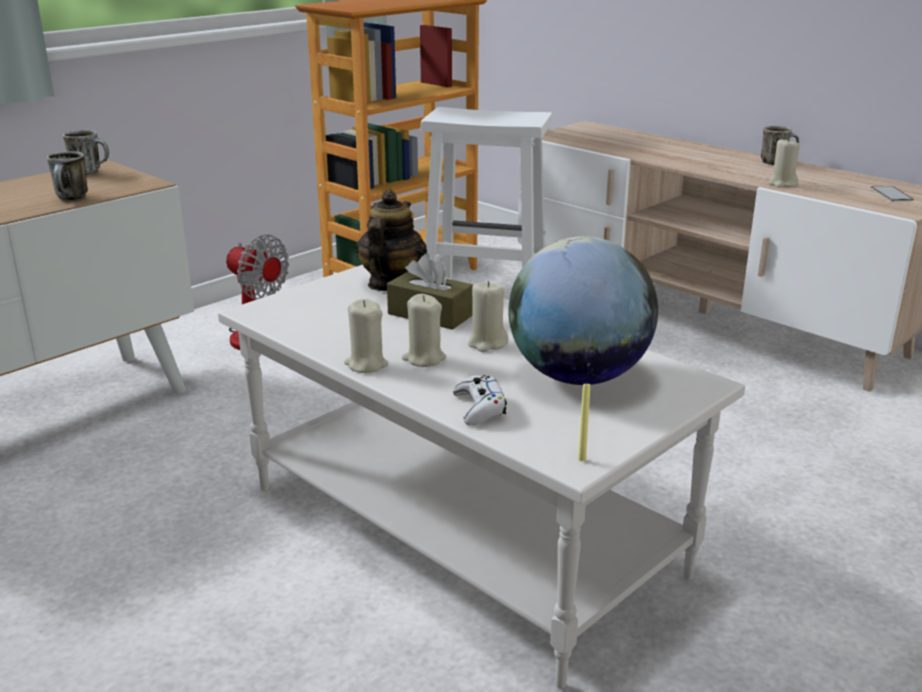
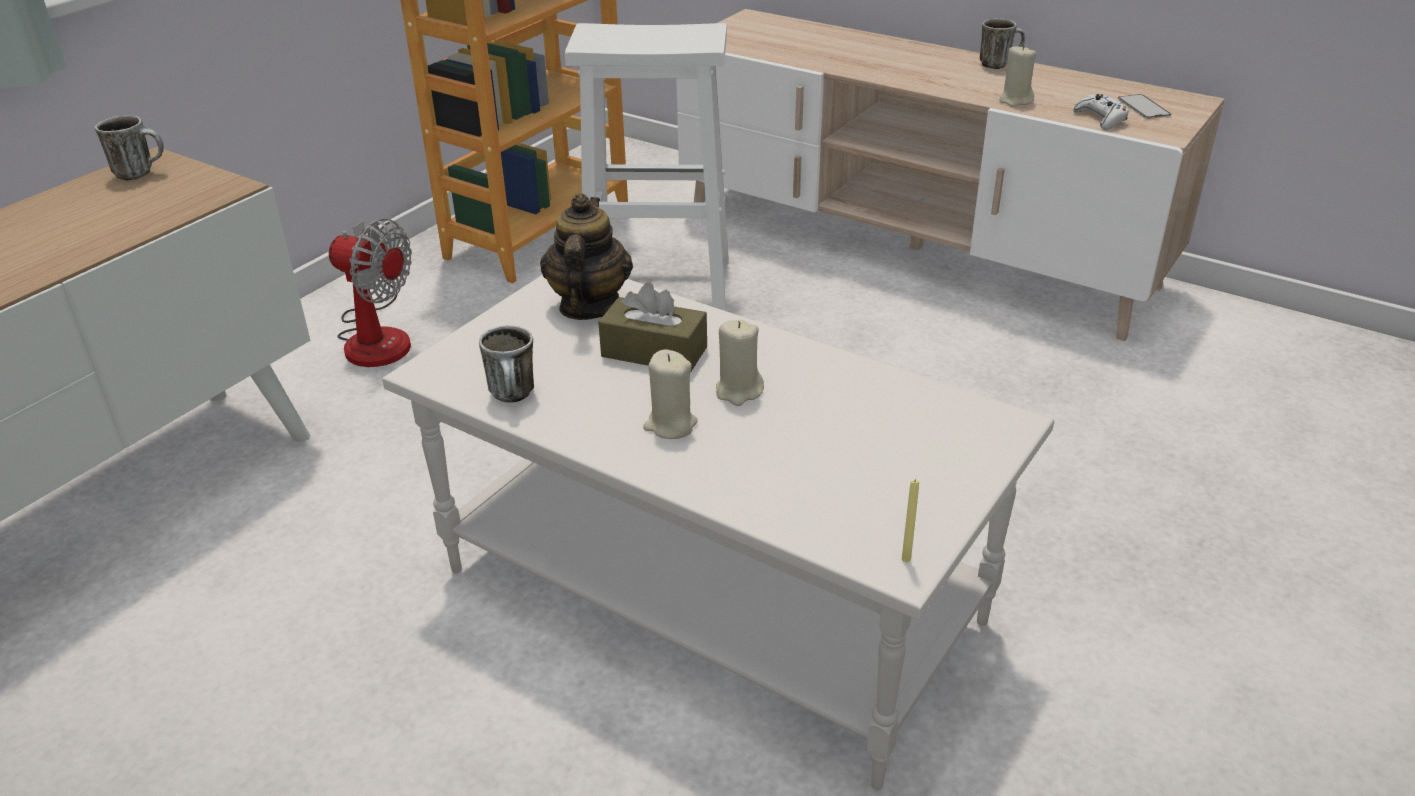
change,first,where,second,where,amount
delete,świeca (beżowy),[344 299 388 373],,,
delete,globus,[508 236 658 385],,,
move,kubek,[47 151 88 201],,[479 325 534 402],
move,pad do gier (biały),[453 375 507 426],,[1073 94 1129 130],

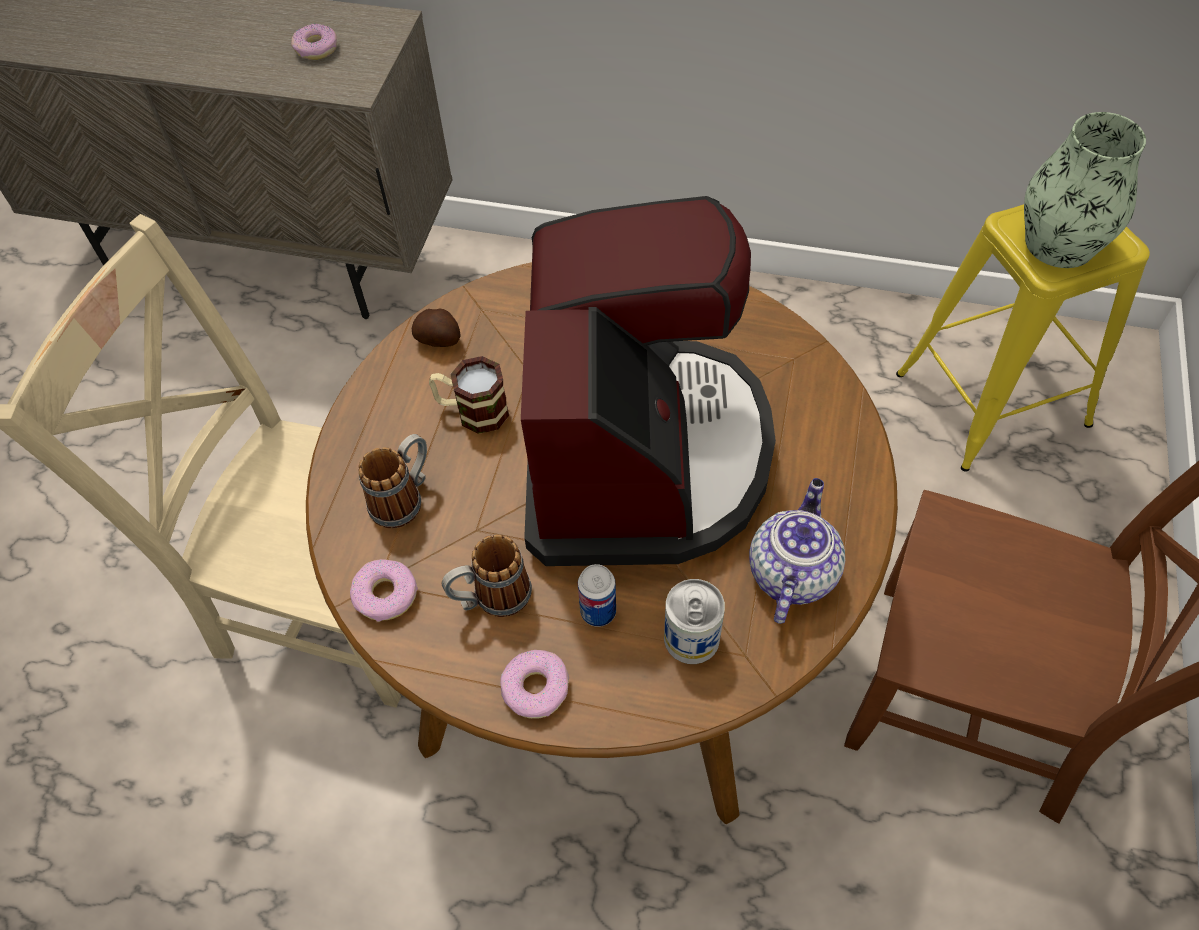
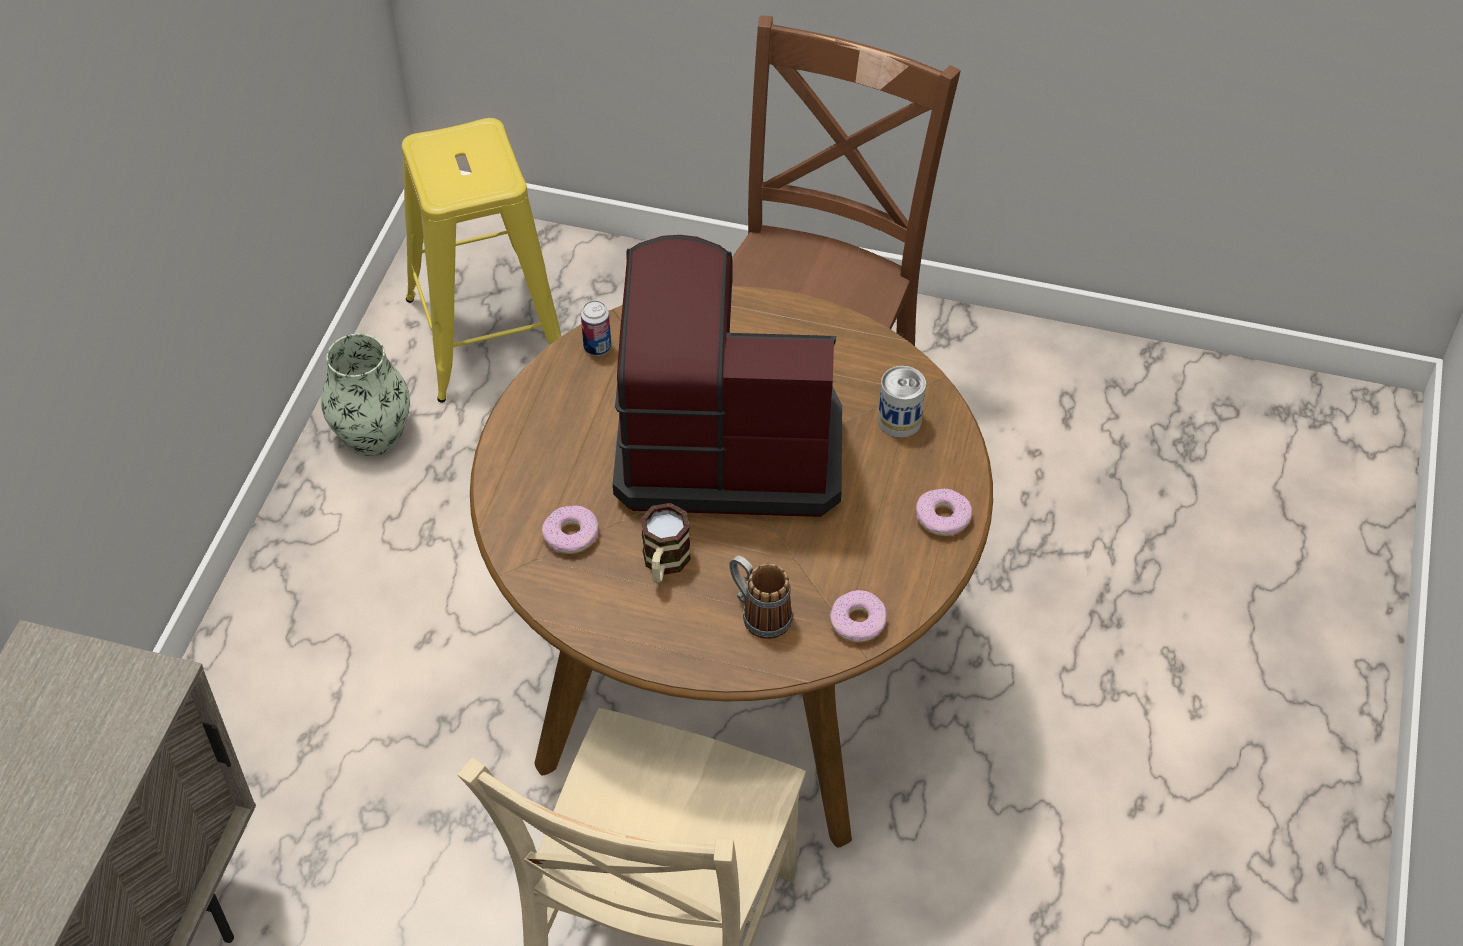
change,first,where,second,where,amount
delete,ziemniak,[412 309 461 347],,,
delete,kubek,[442 534 532 617],,,
delete,imbryk,[749 478 845 624],,,
move,donut,[291 24 337 60],,[542 506 598 554],
move,puszka,[578 564 616 627],,[581 300 611 356],
move,wazon,[1024 112 1146 268],,[321 334 410 456],

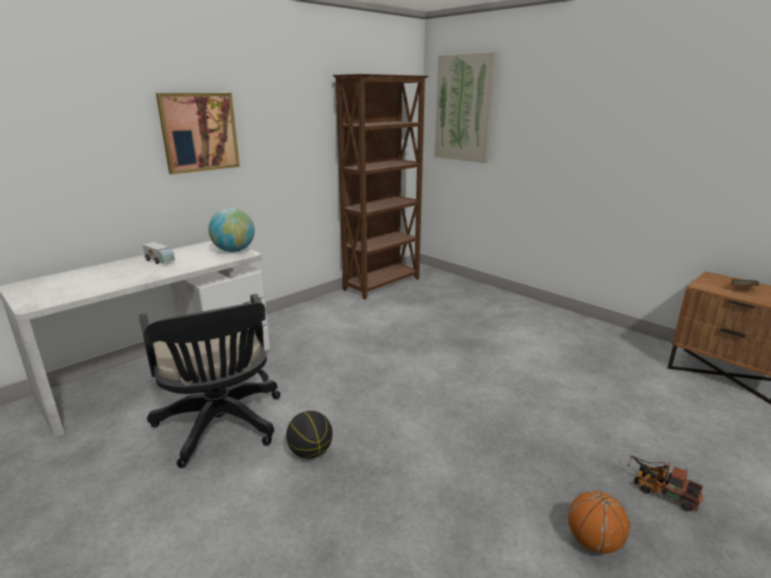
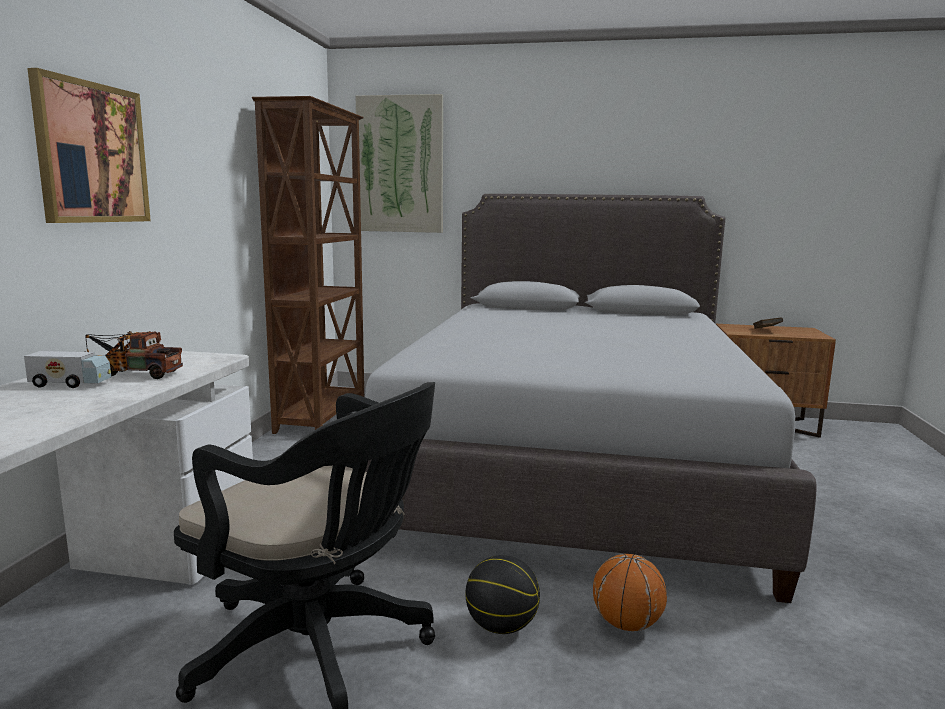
change,first,where,second,where,amount
delete,globus,[208 208 255 252],,,
insert,,,łóżko (szary),[365 194 817 603],
move,piłka do koszykówki,[568 491 630 554],,[593 554 667 631],
move,ciężarówka zabawkowa,[627 456 703 511],,[85 331 183 379],

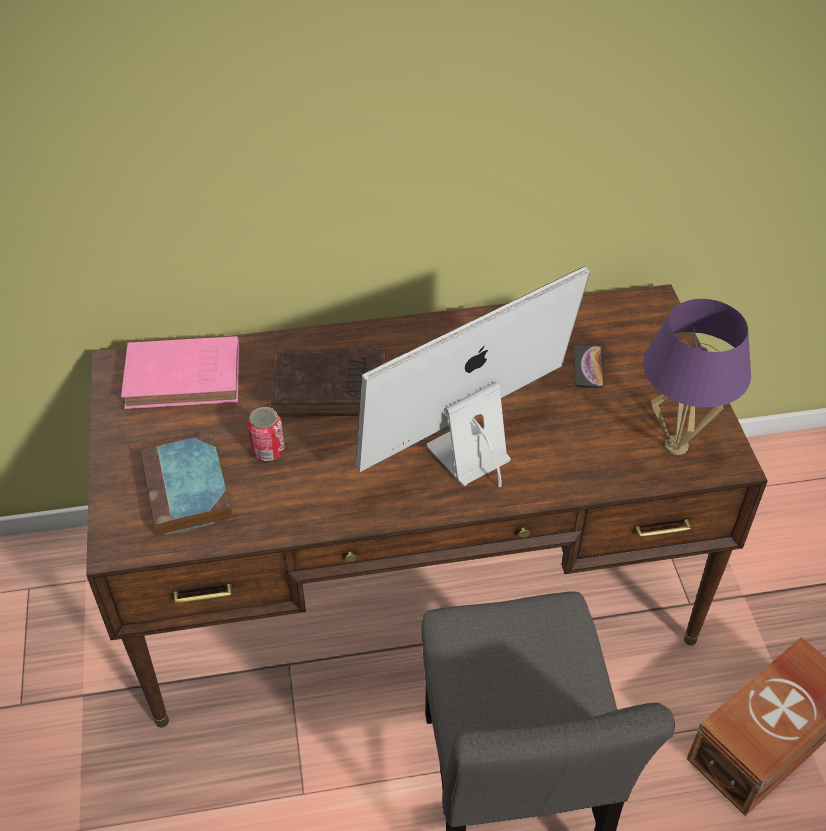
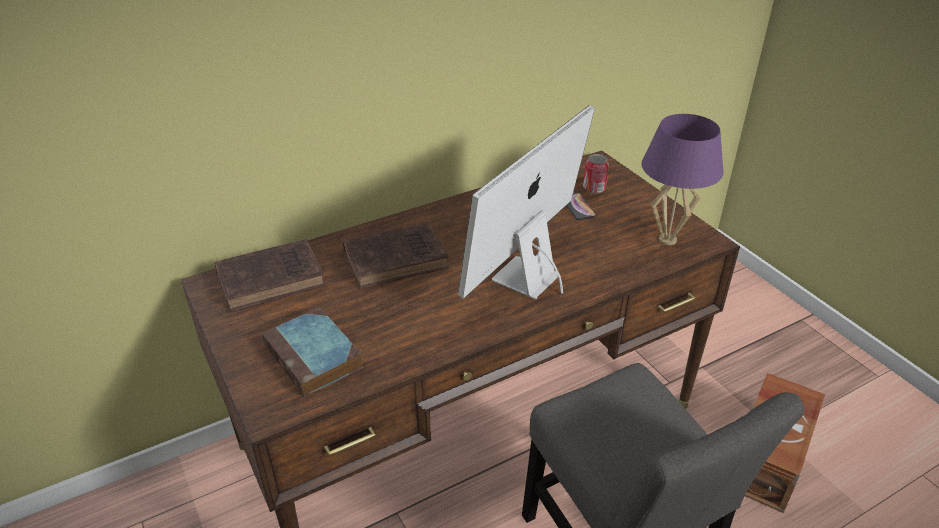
change,first,where,second,where,amount
move,puszka,[247 407 285 461],,[583 154 609 194],
recolor,książka (różowy),[121 336 239 409],książka (brązowy),[214 239 325 312],

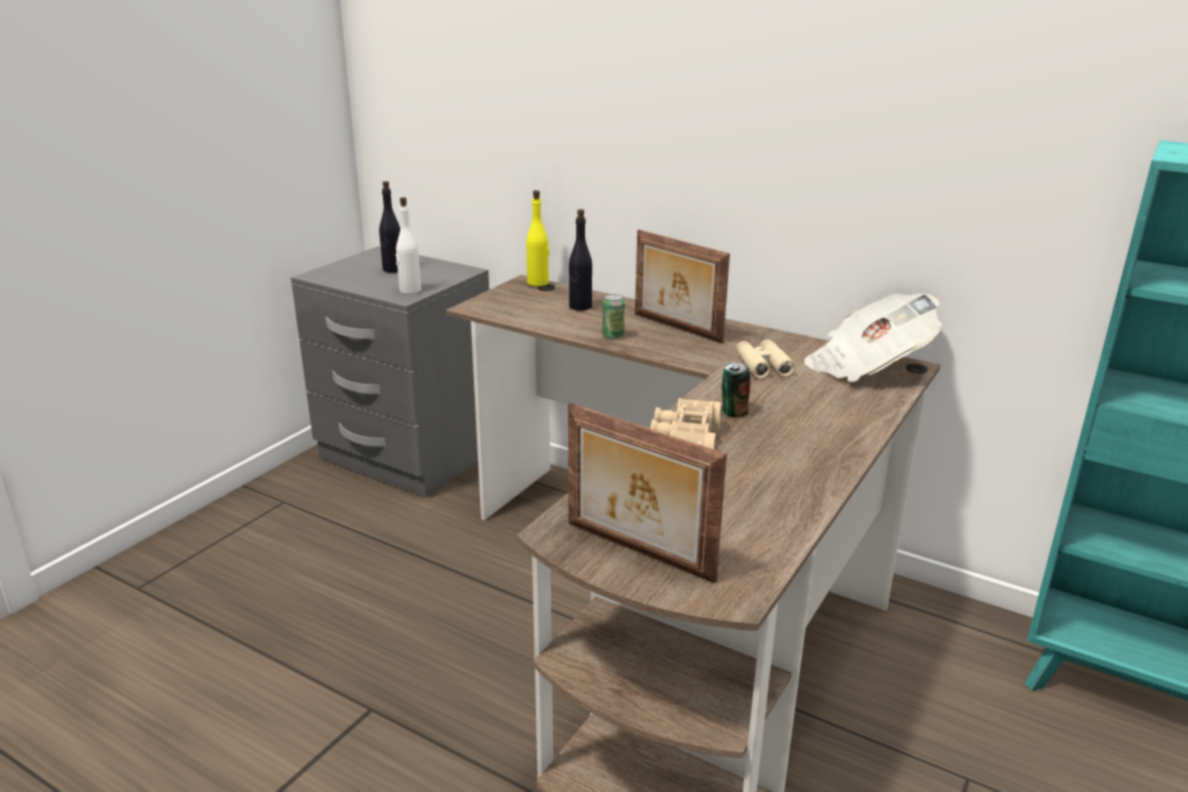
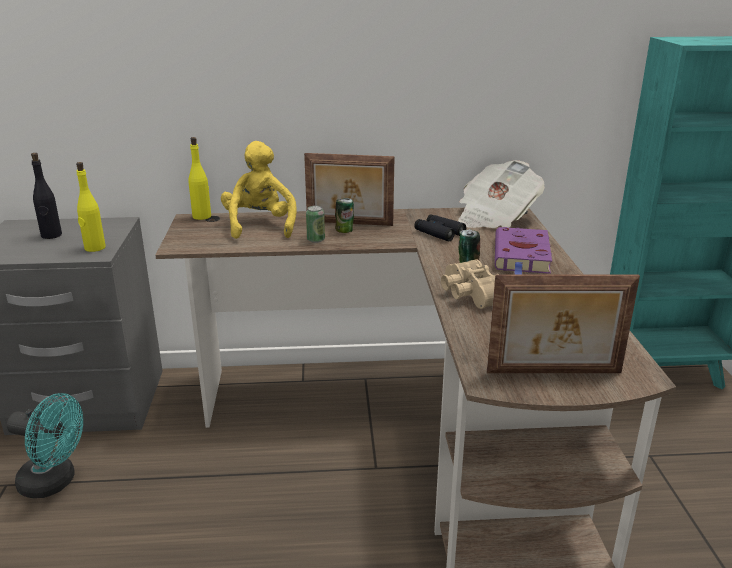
change,first,where,second,where,amount
insert,,,wentylator (turkusowy),[7 393 83 498],
insert,,,puszka,[335 198 354 233],
insert,,,książka (fioletowy),[495 227 552 274],
replace,butelka (czarny),[569 209 592 311],pluszak (żółty),[221 141 297 239],
recolor,butelka (biały),[396 197 421 294],butelka (żółty),[76 162 106 252],
recolor,lornetka (beżowy),[736 340 795 378],lornetka (czarny),[414 214 466 241],

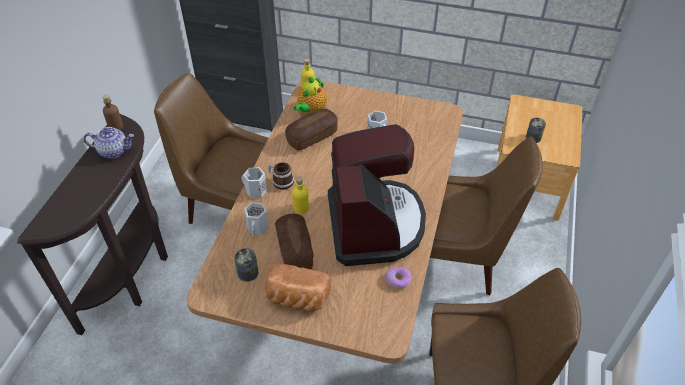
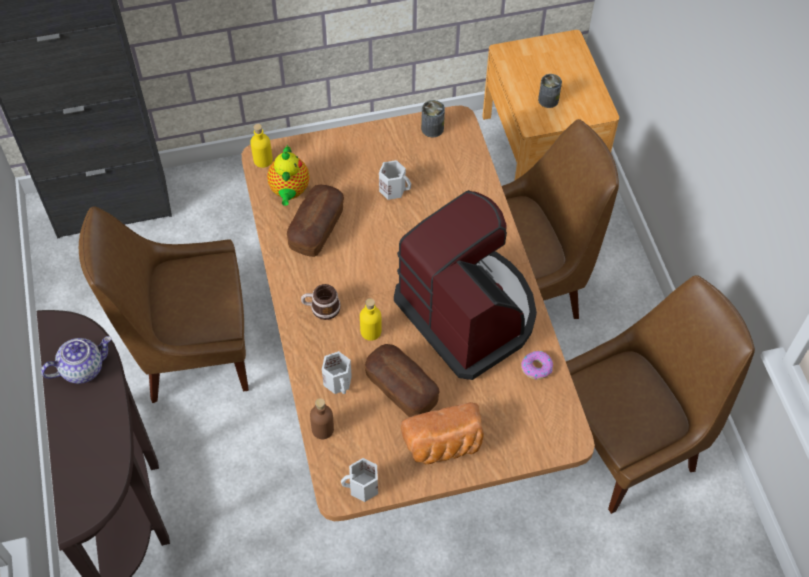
change,first,where,second,where,amount
move,butelka (brązowy),[102 95 123 130],,[310 398 334 439],
move,puszka,[234 248 258 282],,[421 100 445 137],
move,kubek (biały),[242 167 267 198],,[341 458 378 502],

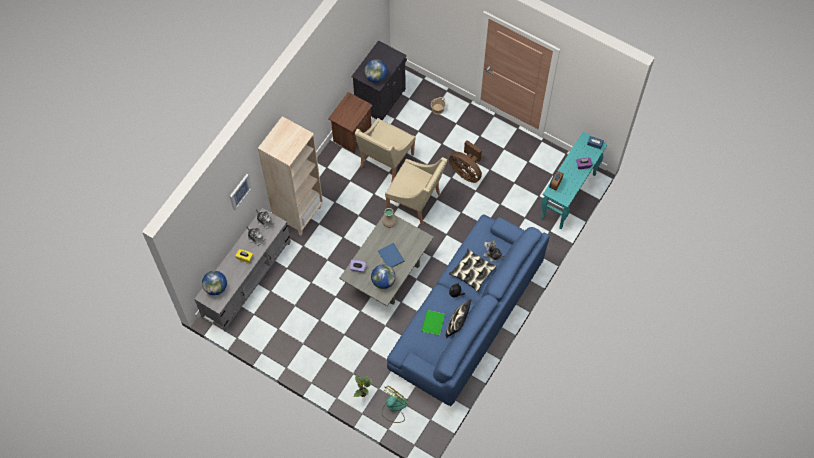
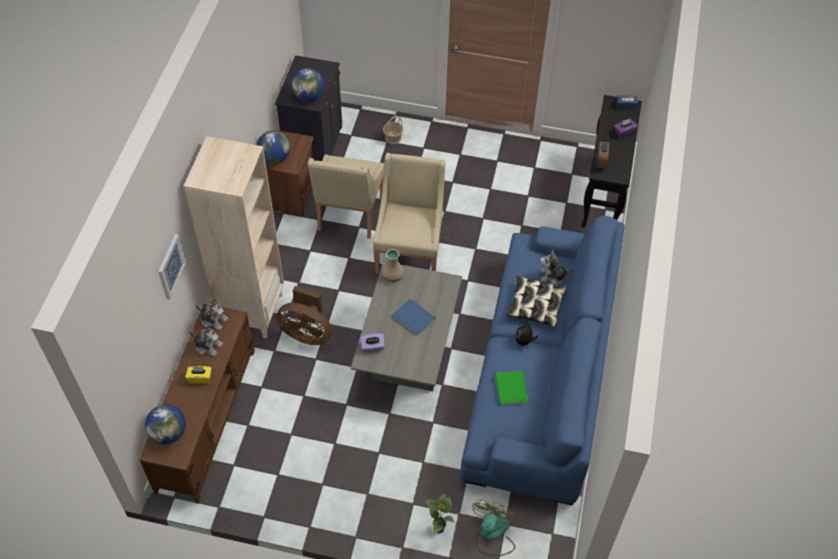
change,first,where,second,where,amount
delete,poduszka,[445 299 471 338],,,
move,globus,[371 264 396 289],,[257 130 290 164],
move,wentylator (brązowy),[449 140 482 183],,[276 286 332 345],
recolor,szafka pod telewizor (szary),[194 208 291 332],szafka pod telewizor (brązowy),[139 304 255 504],
recolor,stolik konsolowy (turkusowy),[541 131 607 229],stolik konsolowy (czarny),[581 95 642 228],
rotate,fotel (beżowy),[385 157 447 225],,[373 153 446 274],90 degrees counterclockwise

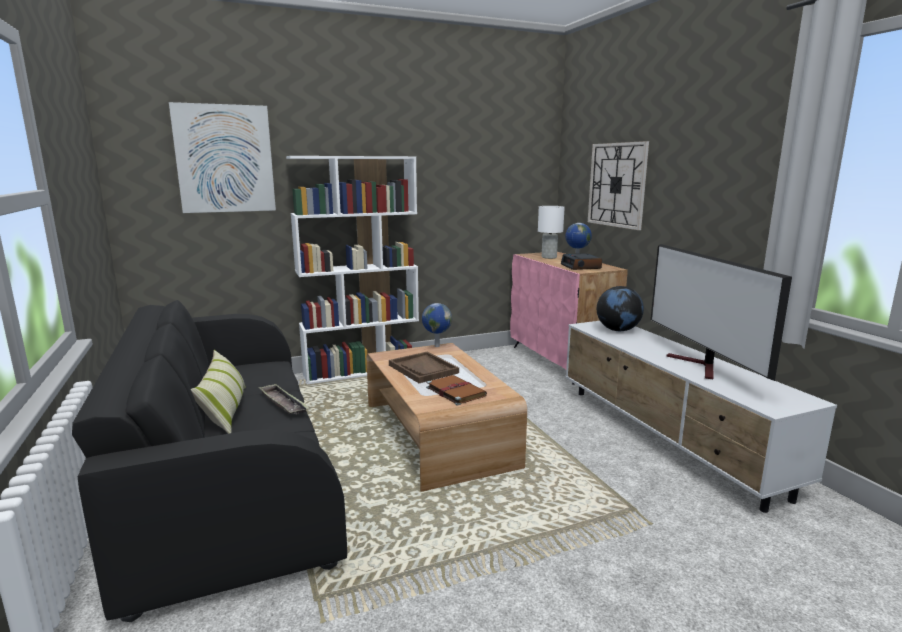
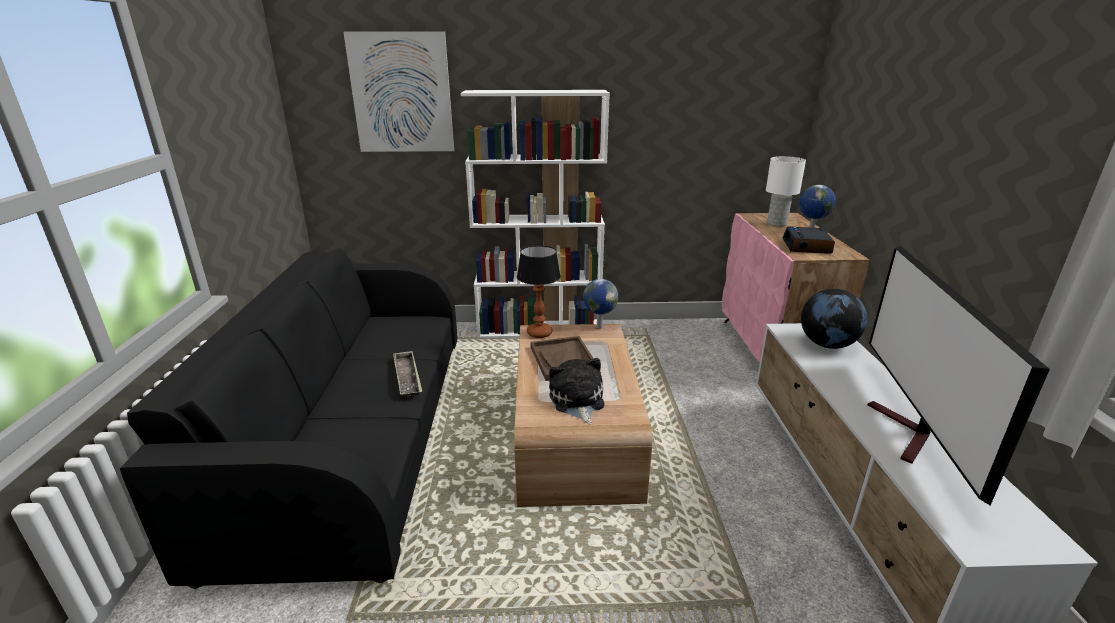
change,first,where,second,where,amount
delete,poduszka,[191 350 246 434],,,
delete,zegar ścienny,[588 141 649 230],,,
insert,,,lampa stołowa,[517 245 561 338],
replace,książka (brązowy),[426 375 487 406],pluszak,[549 358 604 424],

